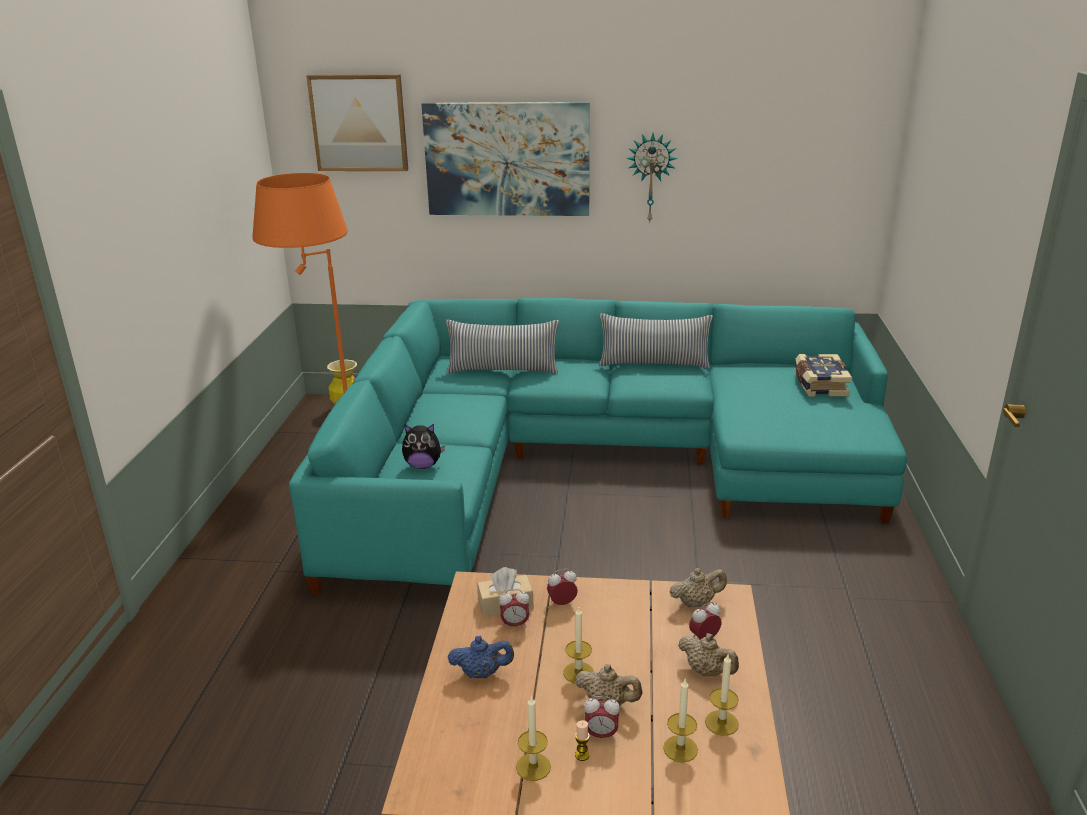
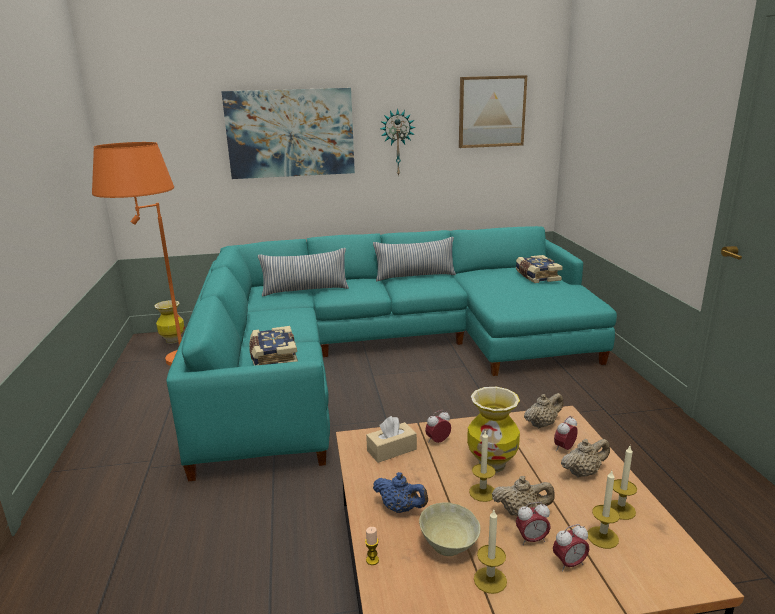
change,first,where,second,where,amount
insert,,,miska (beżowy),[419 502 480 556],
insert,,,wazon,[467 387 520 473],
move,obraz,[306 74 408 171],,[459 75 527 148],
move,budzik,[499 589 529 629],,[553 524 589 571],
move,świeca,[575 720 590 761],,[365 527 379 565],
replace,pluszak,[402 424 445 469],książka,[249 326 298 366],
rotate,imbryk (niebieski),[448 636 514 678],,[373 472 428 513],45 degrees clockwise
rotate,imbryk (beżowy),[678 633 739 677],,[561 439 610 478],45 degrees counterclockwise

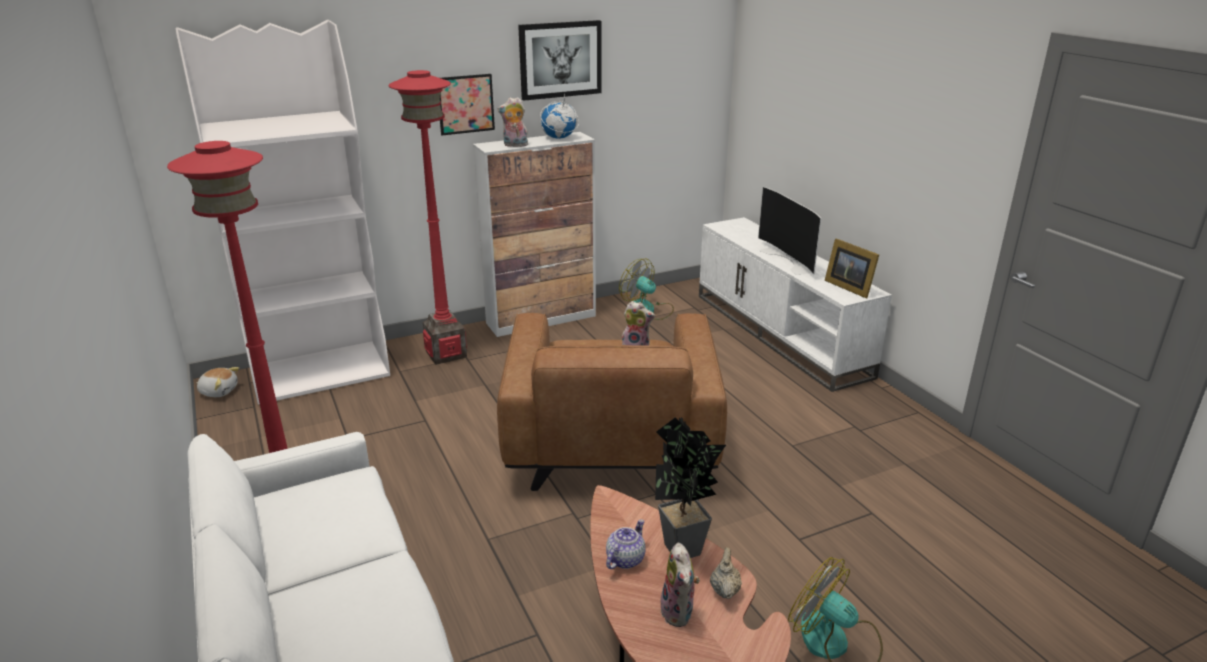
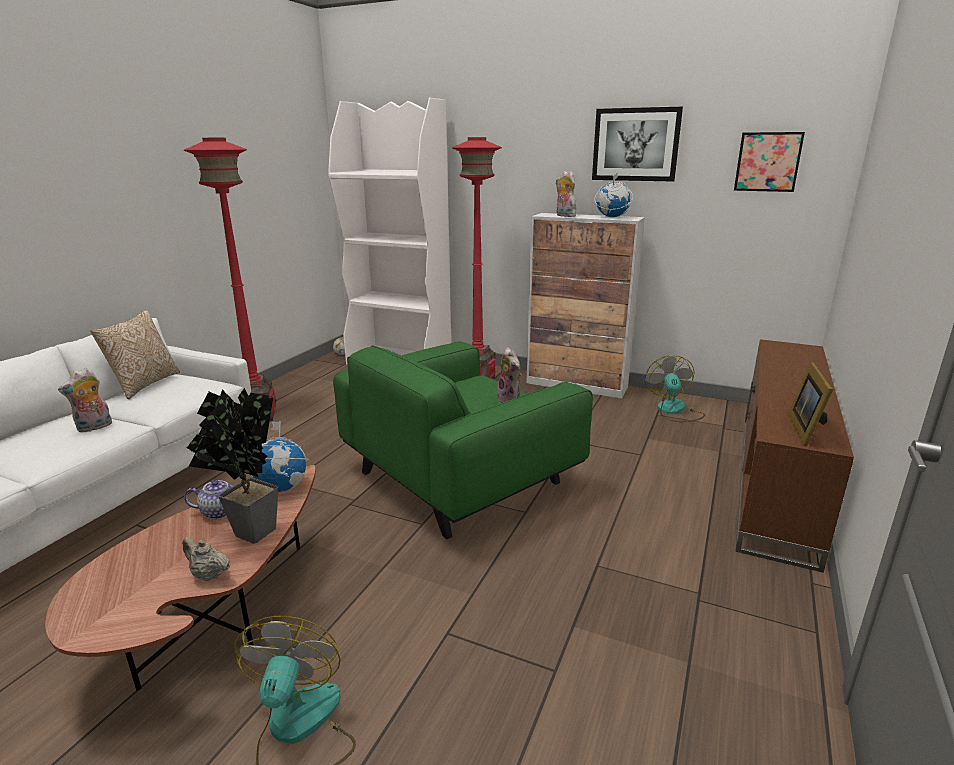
change,first,where,second,where,amount
delete,telewizor,[758 187 821 274],,,
insert,,,poduszka,[90 310 180 399],
insert,,,globus,[252 421 309 492],
move,obraz,[440 74 495 135],,[734 132 805 192],
move,pluszak,[661 543 700 627],,[58 368 112 433],
recolor,fotel (brązowy),[497 313 727 491],fotel (zielony),[333 341 593 539],
recolor,szafka pod telewizor (biały),[699 217 892 392],szafka pod telewizor (brązowy),[736 339 854 573],
rotate,imbryk (beżowy),[710 547 742 599],,[182 537 230 581],120 degrees counterclockwise

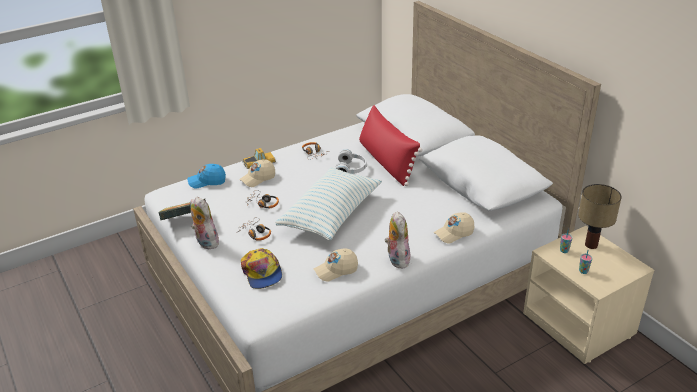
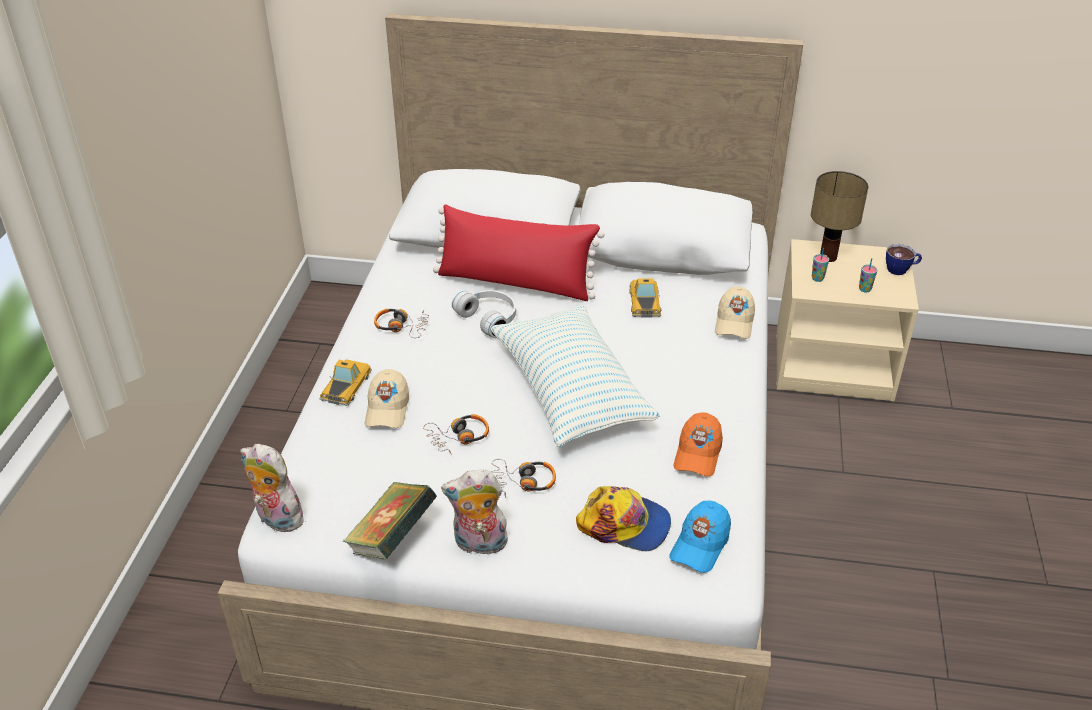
change,first,where,second,where,amount
insert,,,samochodzik,[629 278 661 317],
insert,,,filiżanka,[886 244 922 275],
move,czapka z daszkiem (niebieski),[187 164 226 189],,[670 501 731 573],
move,pluszak,[385 211 410 269],,[240 444 304 532],
recolor,czapka z daszkiem (beżowy),[314 249 358 282],czapka z daszkiem (pomarańczowy),[673 412 723 477],

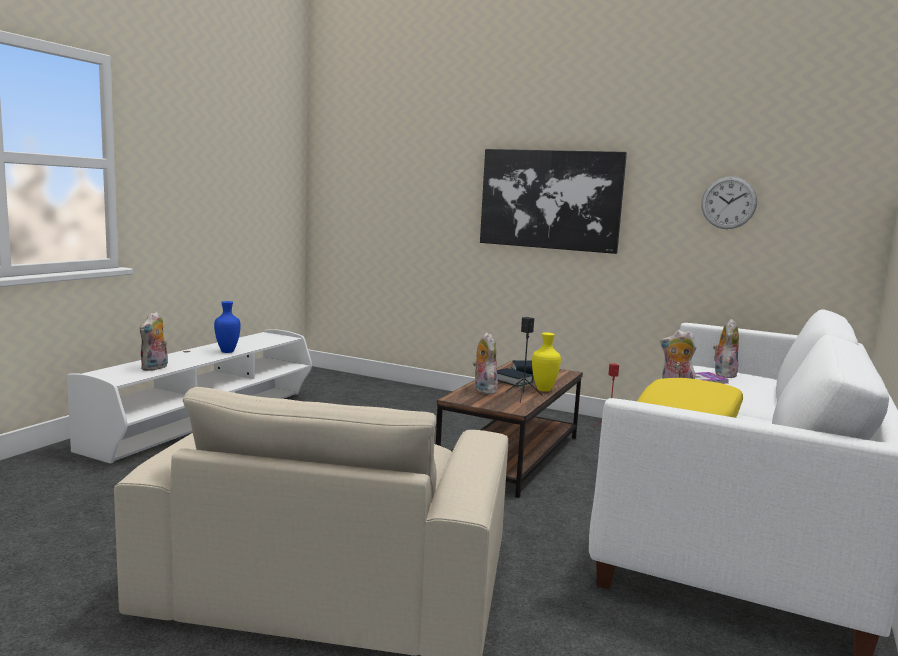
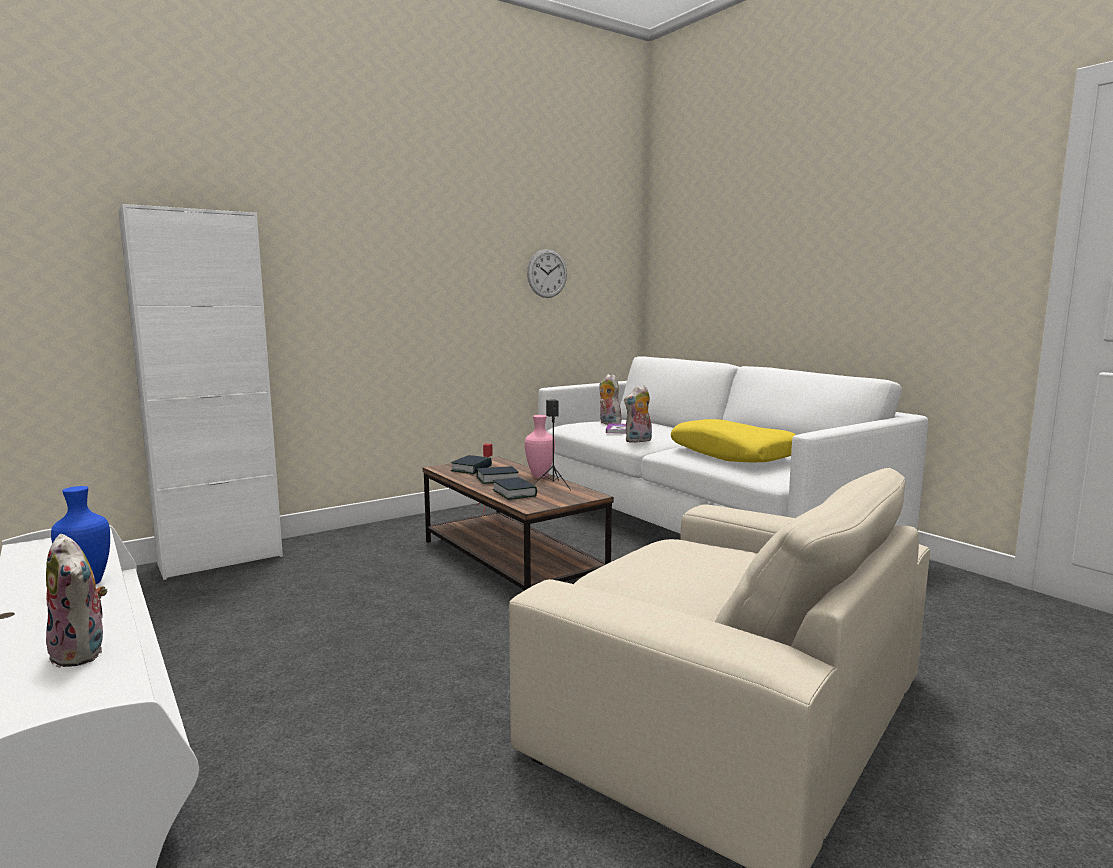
change,first,where,second,where,amount
delete,obraz,[480 149 627 254],,,
insert,,,szafka (biały),[118 204 283 580],
replace,pluszak,[473 332 498 394],książka,[493 477 537 500],
recolor,wazon (żółty),[532 332 561 392],wazon (różowy),[525 415 555 478],

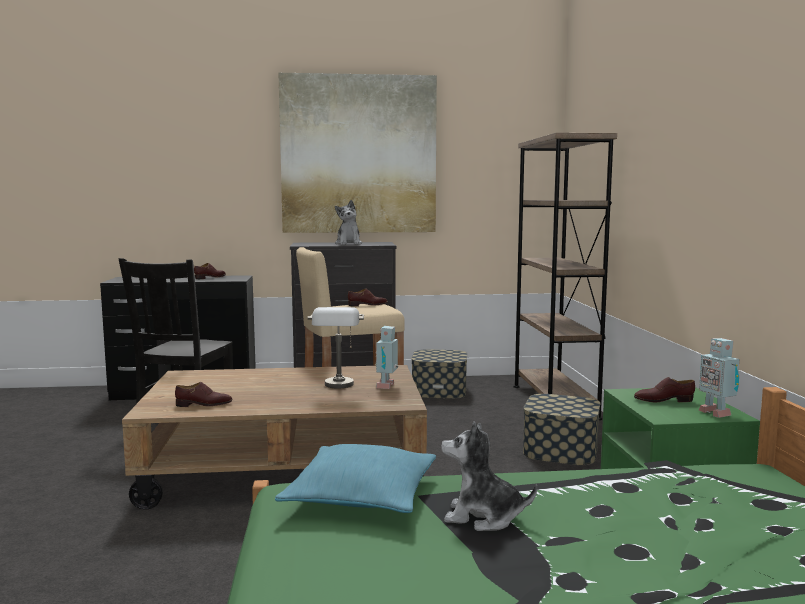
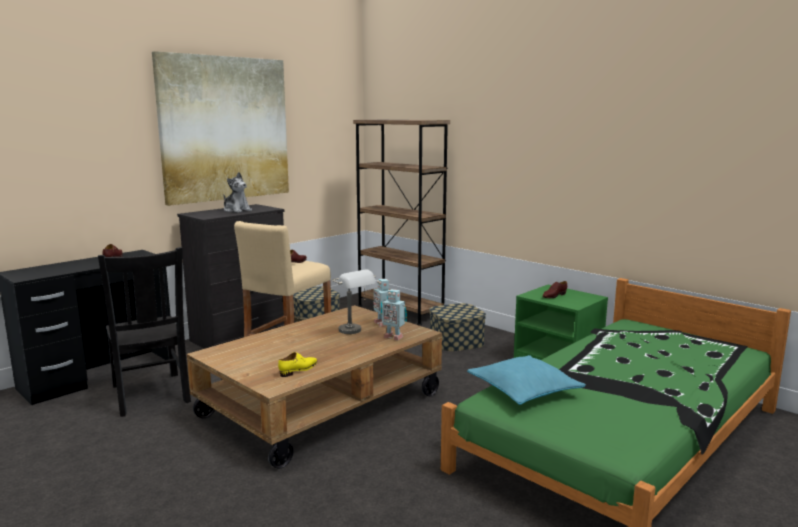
change,first,where,second,where,amount
delete,pluszak,[441 421 537 531],,,
move,robot zabawkowy,[699 338 739 418],,[381 289 407 340],
recolor,but (brązowy),[175 382 232 407],but (żółty),[278 352 317 377],

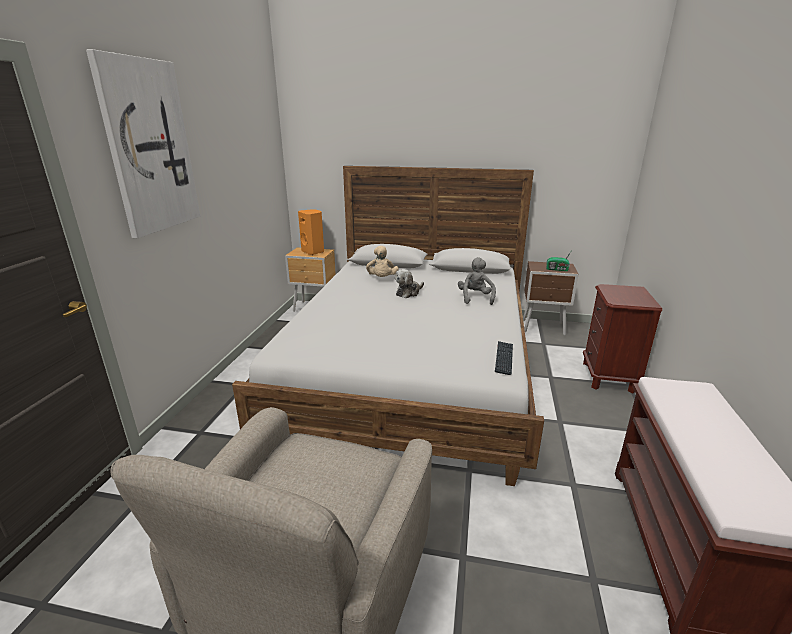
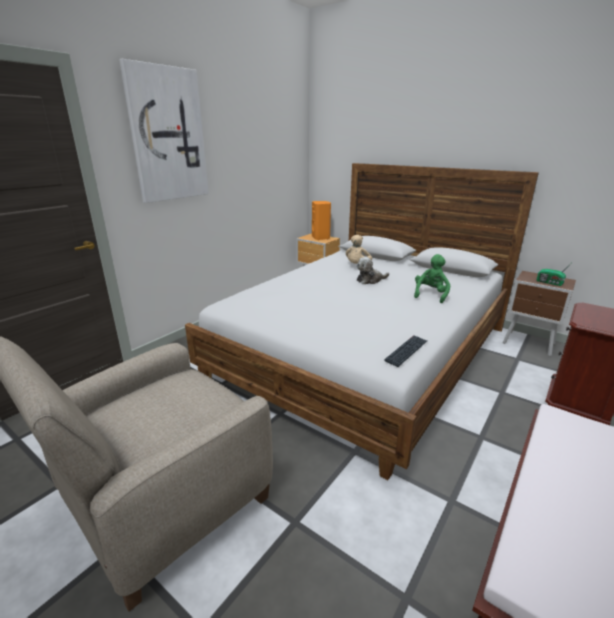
change,first,where,second,where,amount
recolor,pluszak (szary),[458 257 496 305],pluszak (zielony),[414 254 450 303],

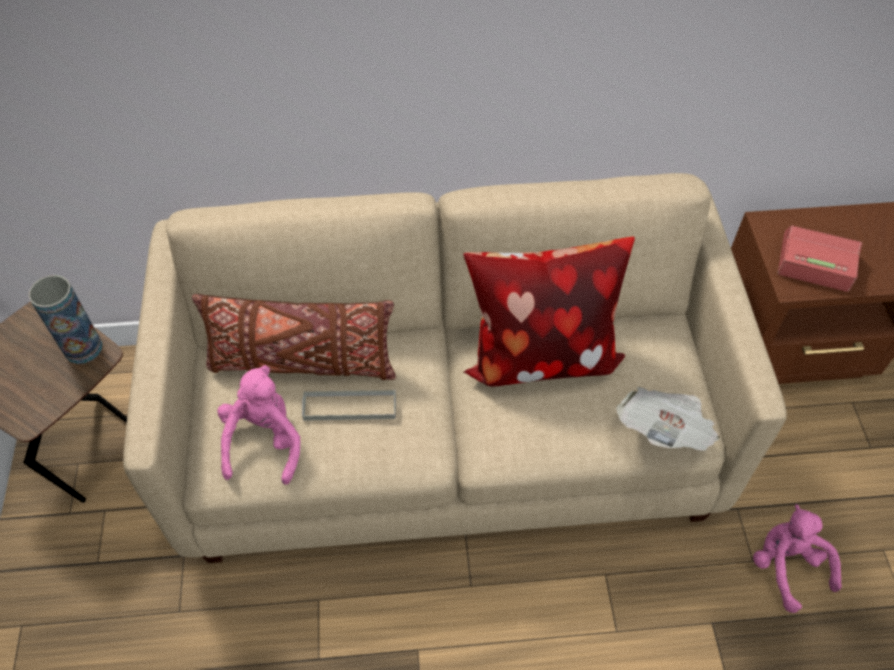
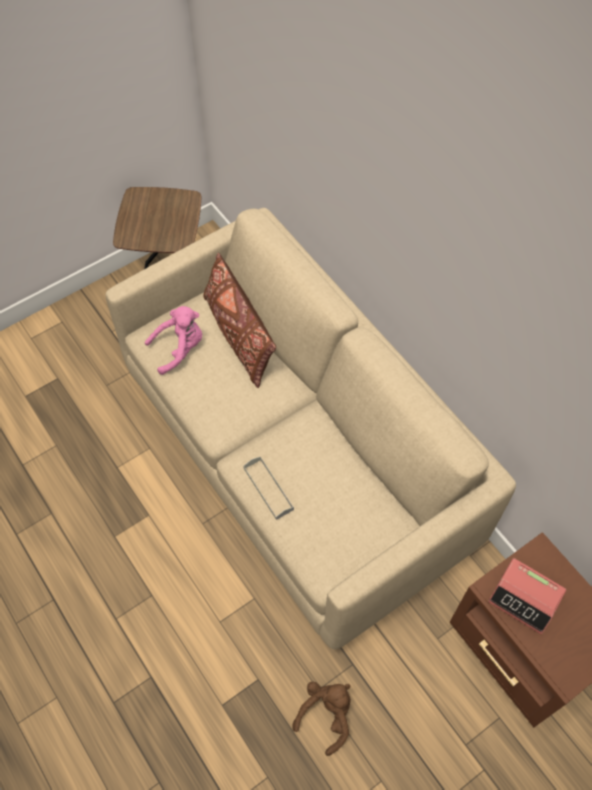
change,first,where,second,where,amount
delete,wazon,[28 275 103 364],,,
delete,poduszka,[463 237 635 387],,,
delete,gazeta,[616 387 720 451],,,
move,taca (szary),[302 390 396 421],,[243 457 294 520],
recolor,pluszak (różowy),[753 504 842 613],pluszak (brązowy),[292 682 351 756],
rotate,budzik,[778 225 862 292],,[488 558 566 634],135 degrees clockwise

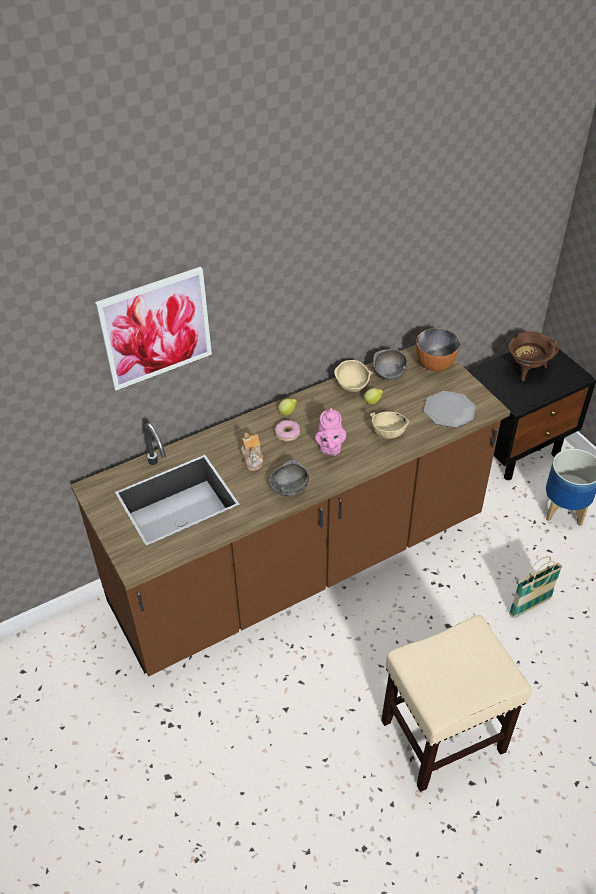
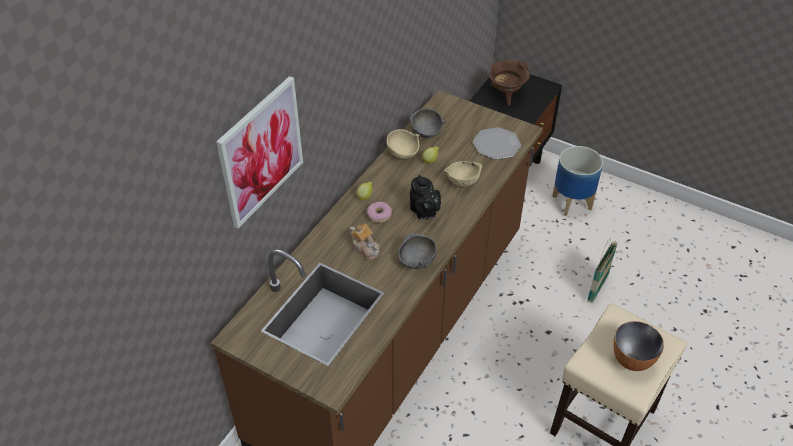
change,first,where,second,where,amount
move,miska,[416 328 460 371],,[613 321 664 371],
recolor,imbryk (różowy),[315 408 346 456],imbryk (czarny),[410 175 441 220],

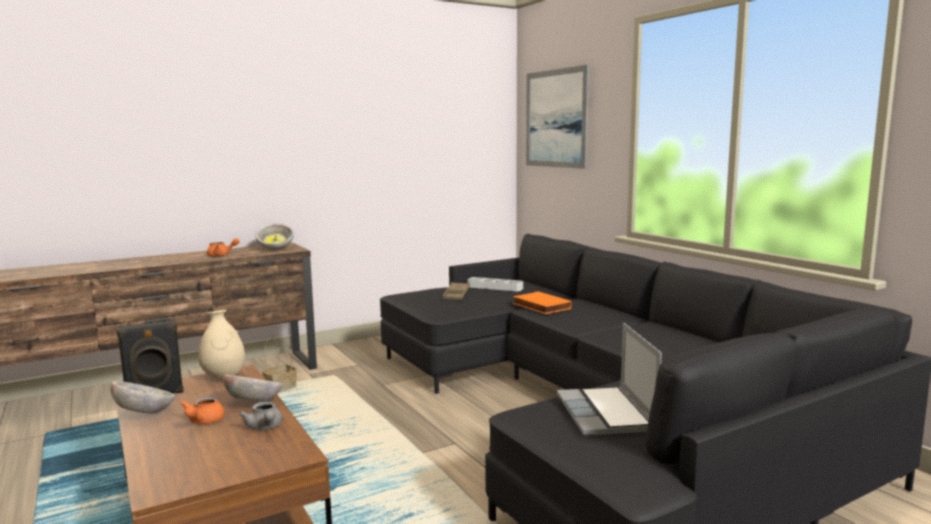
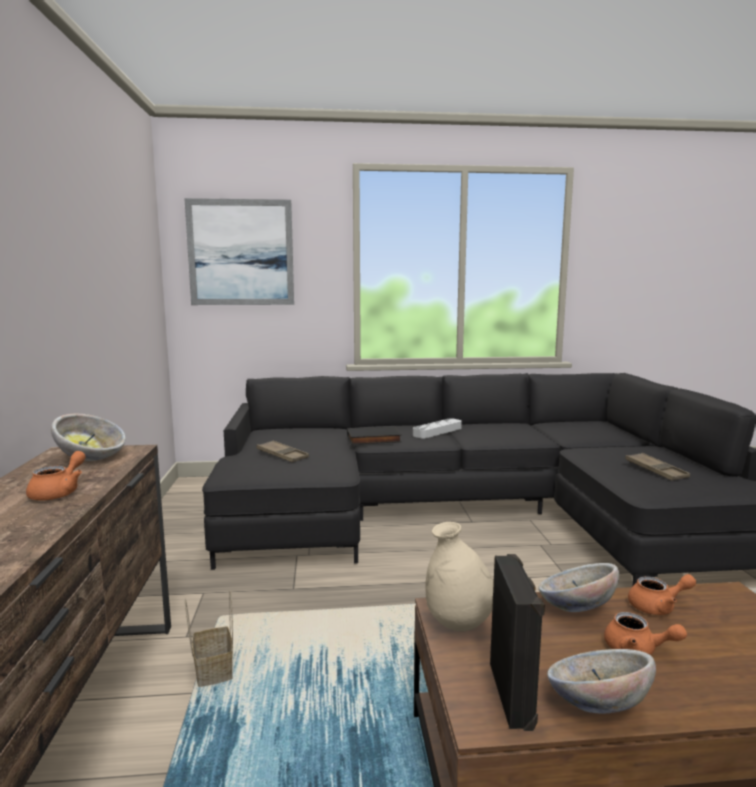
change,first,where,second,where,amount
move,taca (szary),[467 277 523 291],,[413 418 462 439],
replace,laptop,[557 323 662 436],taca (brązowy),[625 453 690 481],
recolor,imbryk (szary),[239 401 283 430],imbryk (pomarańczowy),[628 574 696 615],
recolor,książka (pomarańczowy),[513 291 572 314],książka (czarny),[347 426 402 445],

